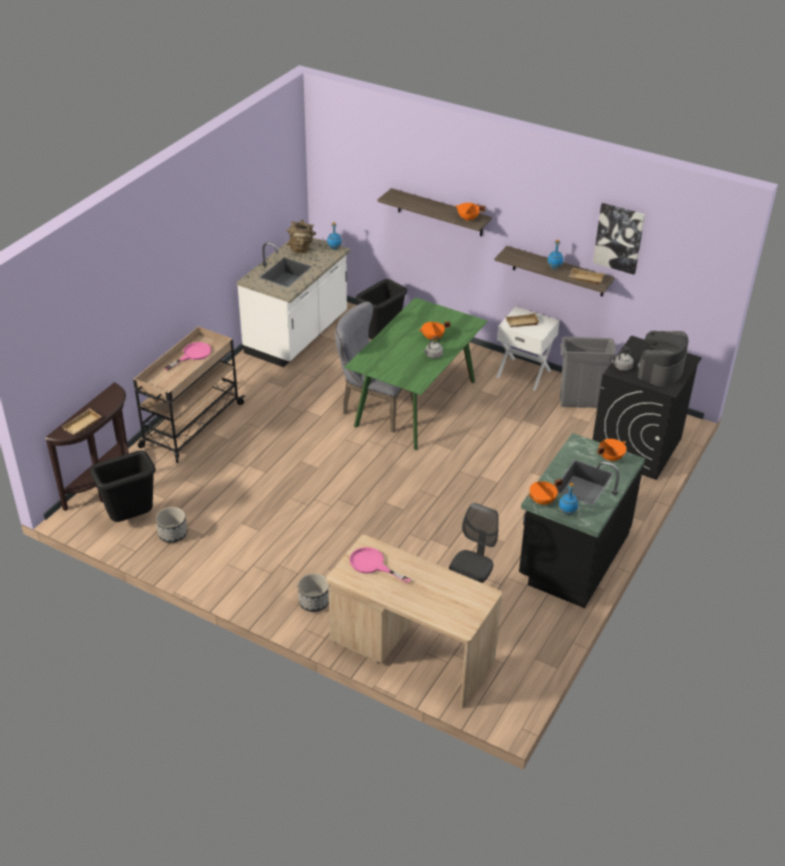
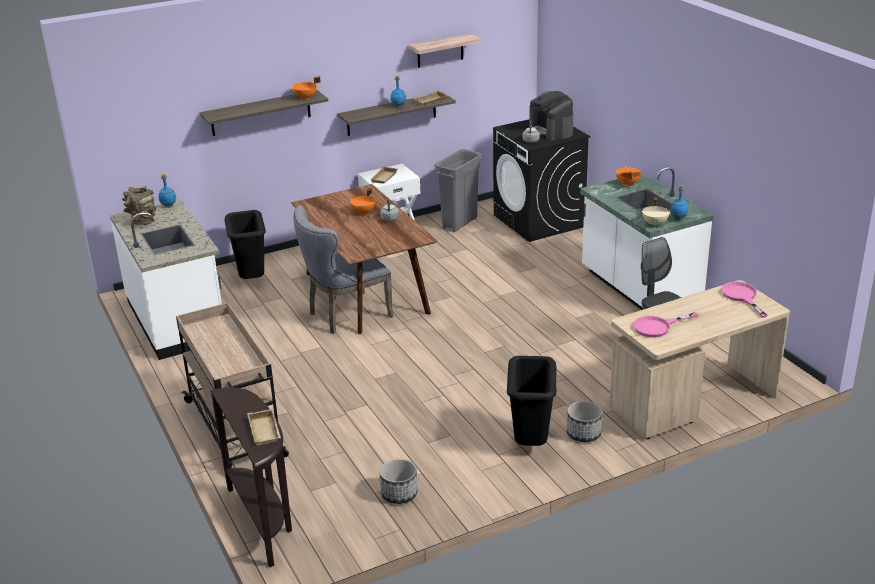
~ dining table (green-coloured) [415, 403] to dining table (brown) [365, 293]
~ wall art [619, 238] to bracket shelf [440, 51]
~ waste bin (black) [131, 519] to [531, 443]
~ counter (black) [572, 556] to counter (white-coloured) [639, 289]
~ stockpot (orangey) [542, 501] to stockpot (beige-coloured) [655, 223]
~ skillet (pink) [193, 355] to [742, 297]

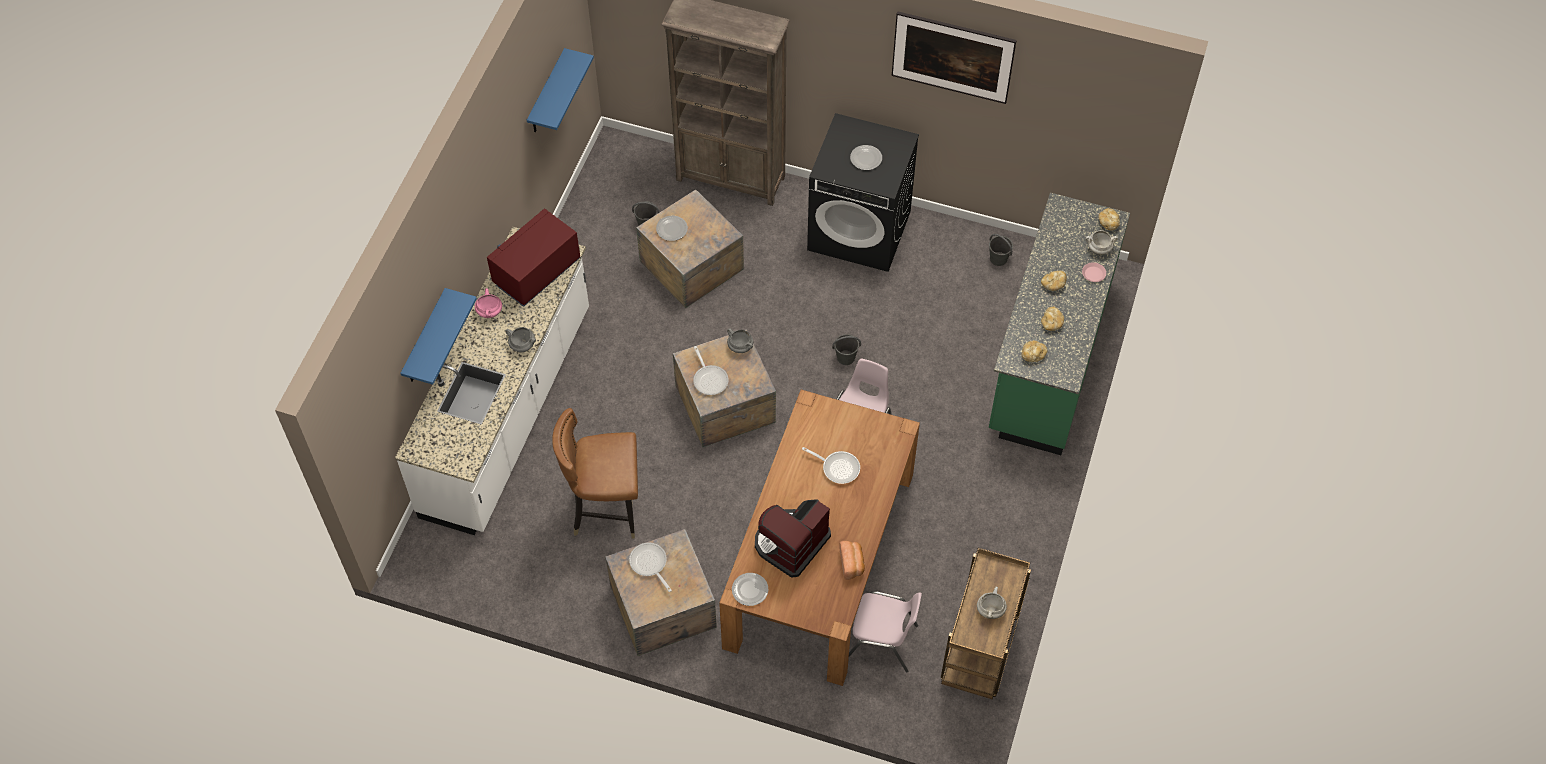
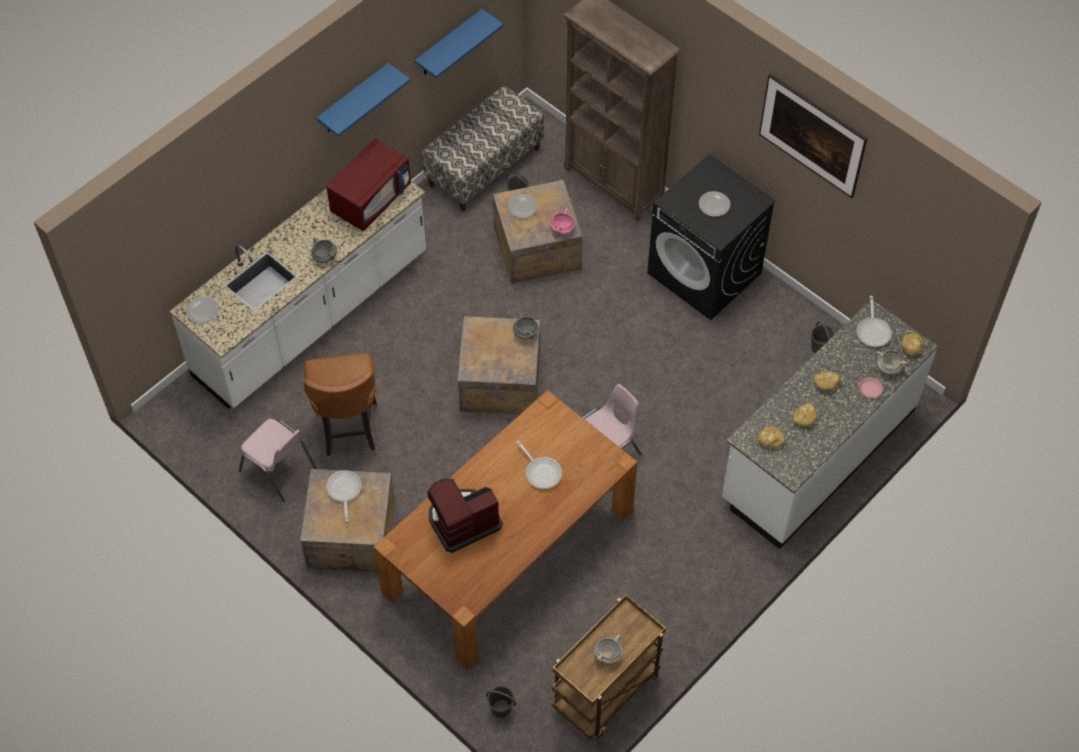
~ flat dish [750, 590] to [203, 311]
~ chair (pink) [882, 642] to [279, 470]
~ chair (brown) [606, 510] = [348, 432] 120 degrees counterclockwise
~ bracket shelf (bluish) [425, 339] to [353, 100]
~ microwave (red) [536, 272] = [371, 199] 150 degrees clockwise
+ long seat [484, 166]
~ bucket (gray) [845, 357] to [500, 708]
~ stockpot (pink) [490, 312] to [562, 230]
~ counter (green-coloured) [1048, 356] to counter (white-coloured) [817, 454]
~ skillet [709, 379] to [873, 331]
- bakery bread [852, 563]

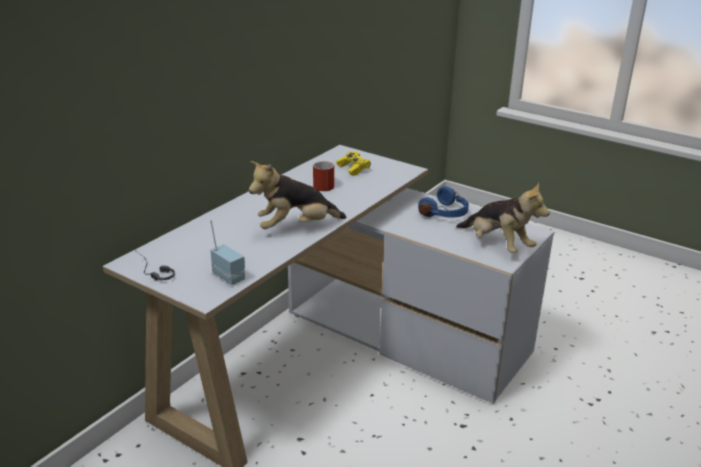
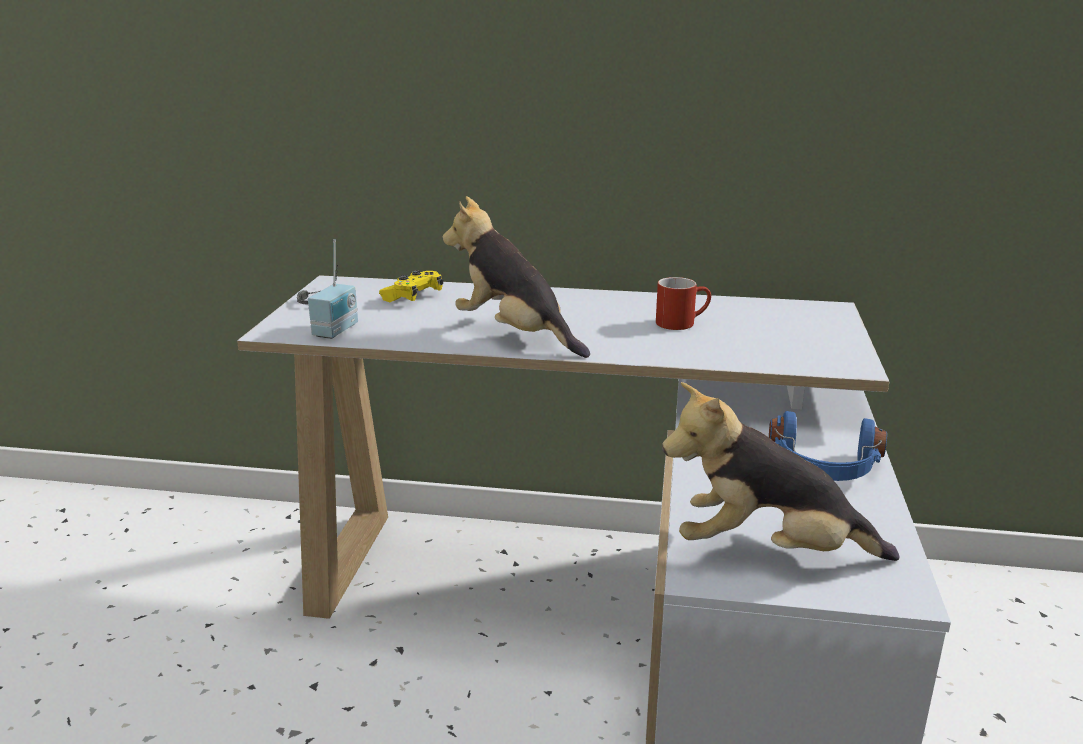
~ game controller (yellow) [353, 169] to [413, 297]
~ plush toy [497, 245] = [768, 551] 75 degrees clockwise

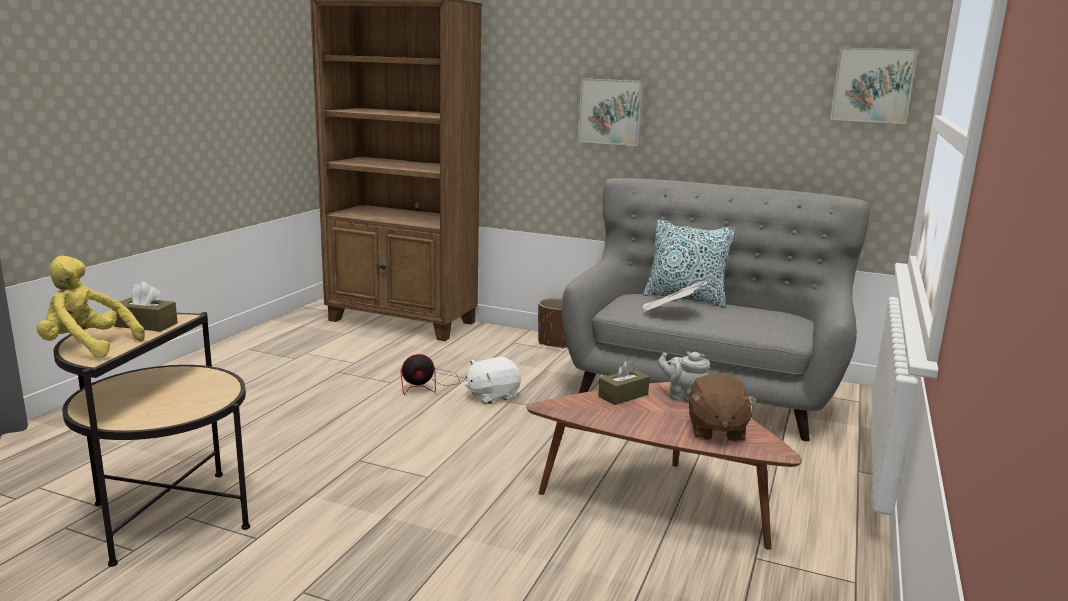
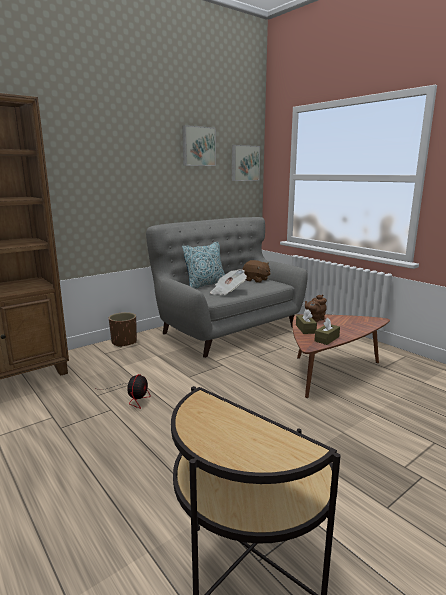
~ wall art [611, 111] to [198, 146]
~ plush toy (brown) [715, 430] to [256, 280]
~ teapot (gray) [683, 397] to teapot (brown) [315, 319]
~ box of tissues (brown) [146, 325] to [326, 339]
- plush toy (yellow) [87, 346]
- plush toy (white-coloured) [492, 396]

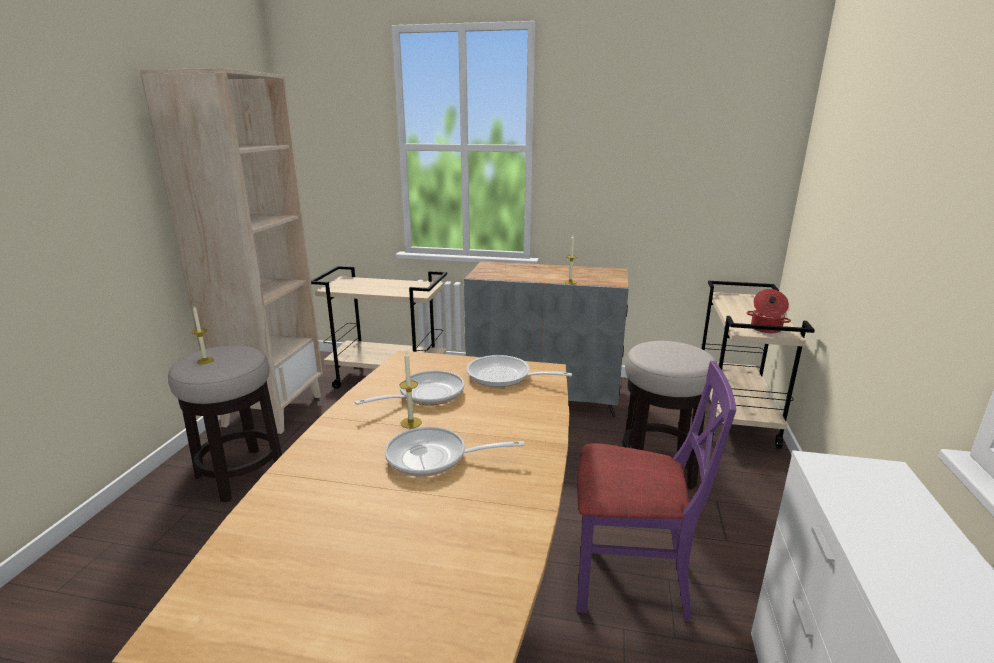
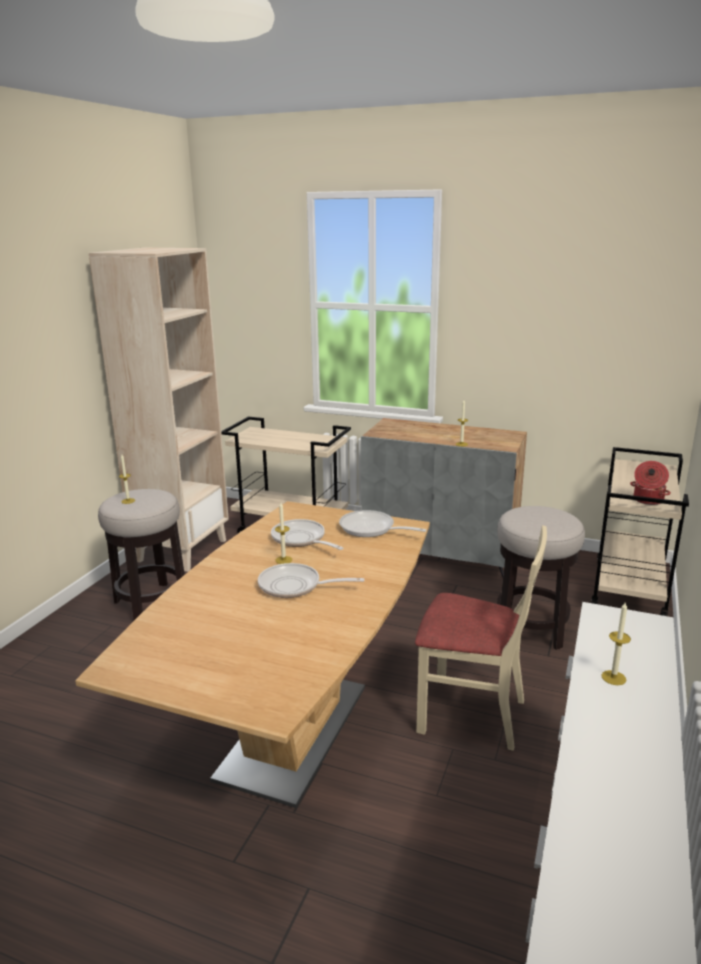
~ skillet [426, 395] = [301, 539] 105 degrees counterclockwise
~ chair (purple-coloured) [630, 578] to chair (beige-coloured) [471, 714]
+ wax candle [613, 677]

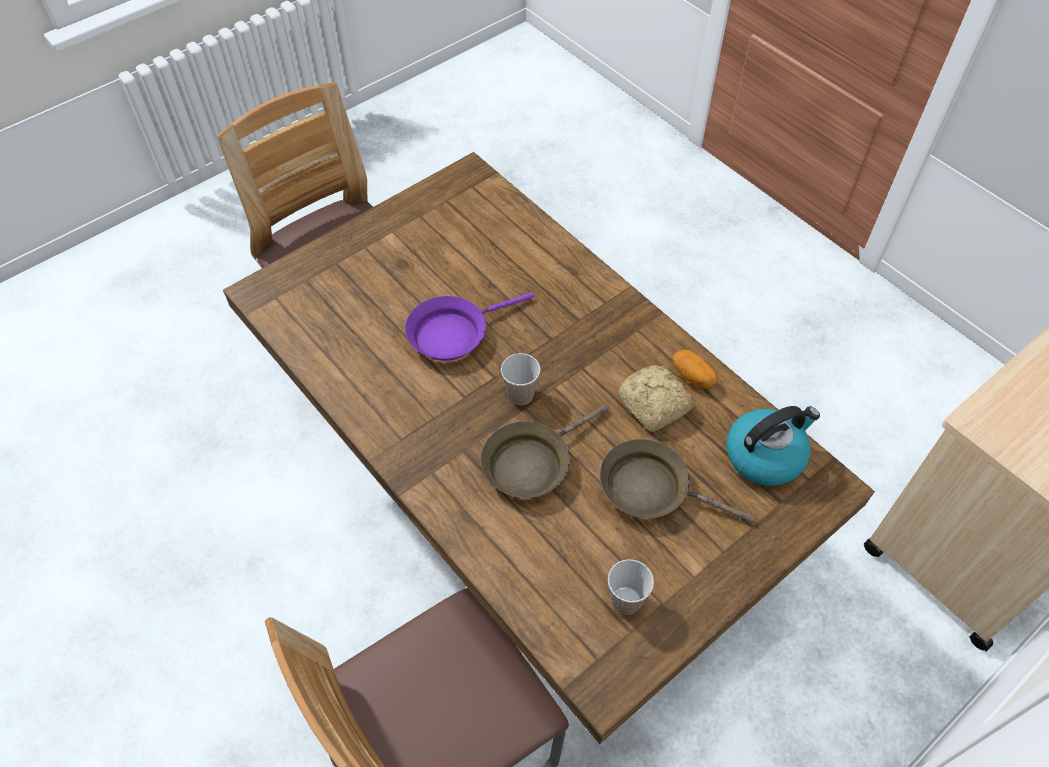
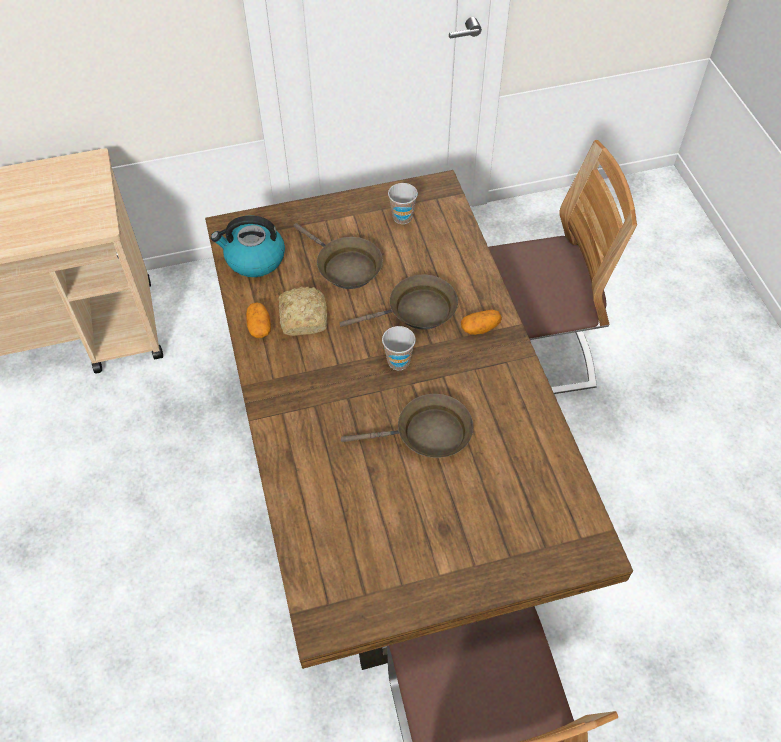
~ skillet (purple-coloured) [453, 333] to skillet (brown) [427, 434]
+ potato [480, 328]

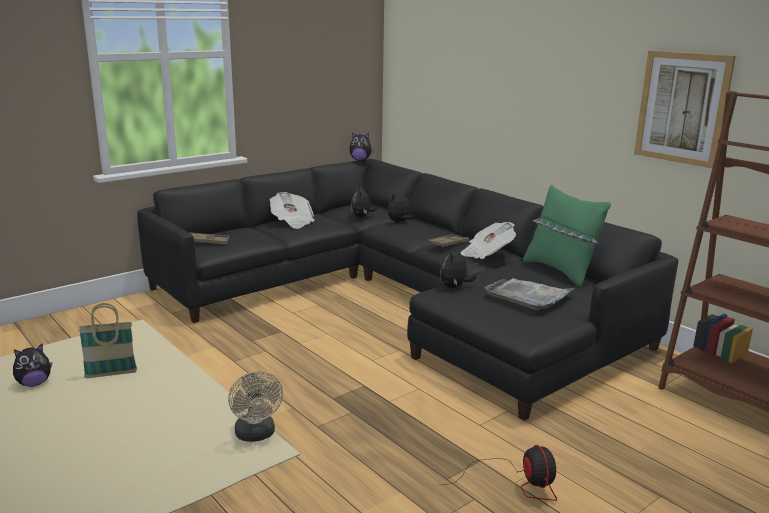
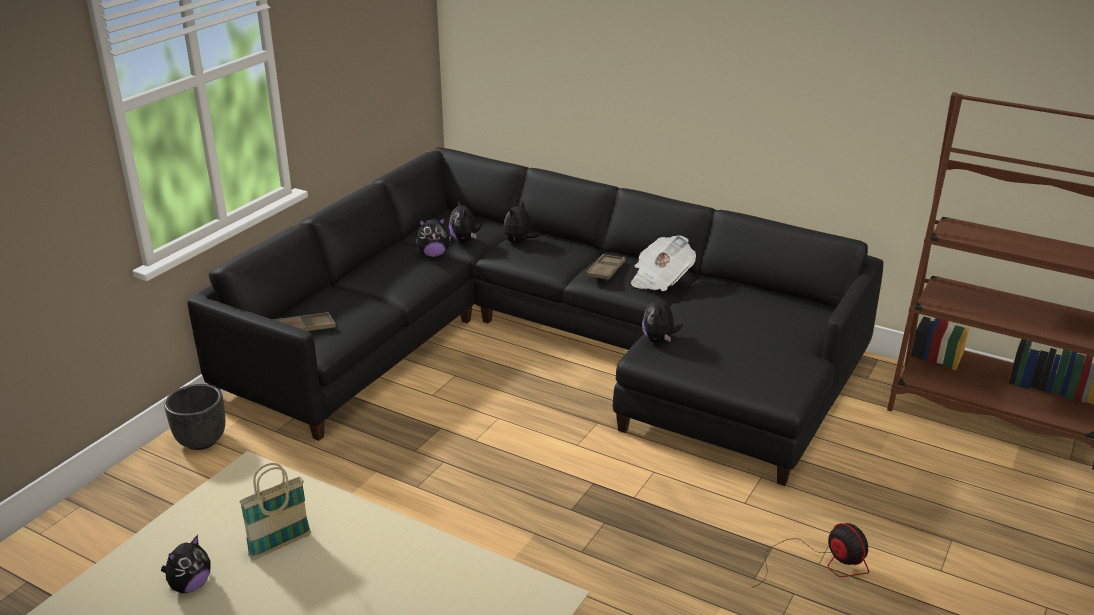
+ plant pot (black) [202, 440]
~ plush toy [360, 160] to [433, 254]
- fan (beige-coloured) [256, 435]
- newspaper [292, 222]
- carrying tray (gray) [528, 295]
- pillow (green-coloured) [560, 271]
- wall art [682, 108]

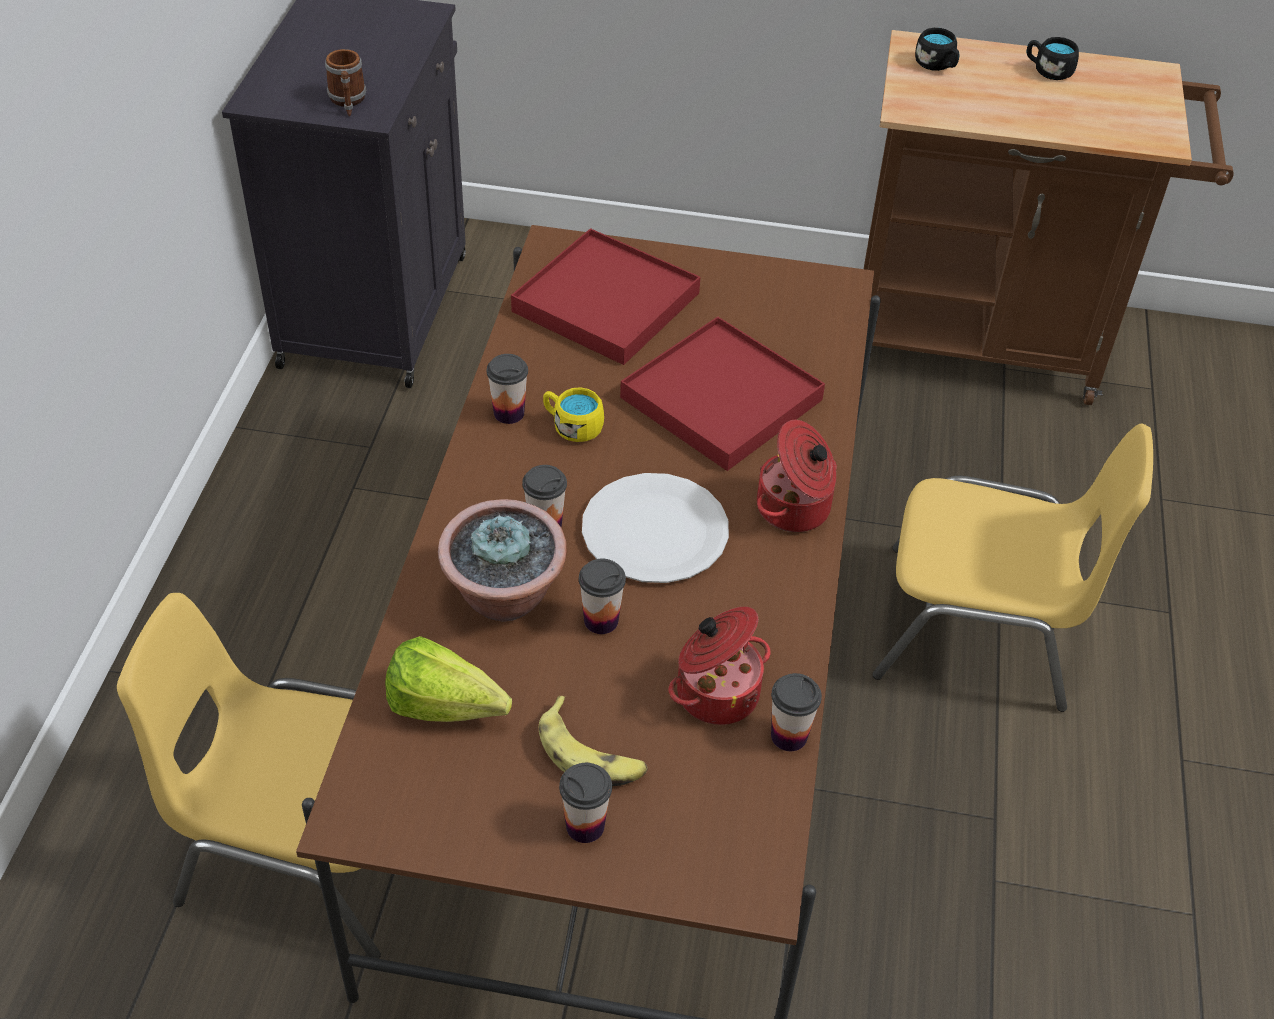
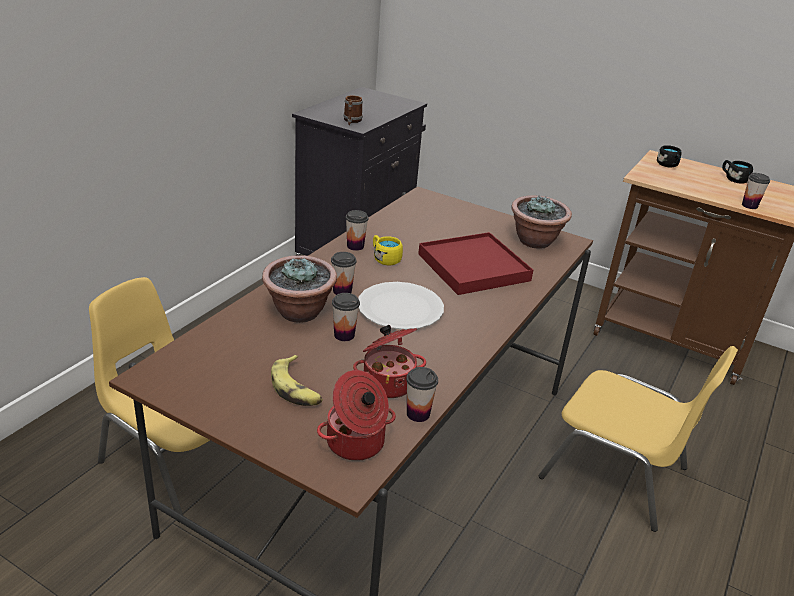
~ stockpot [795, 509] to [356, 443]
+ houseplant [535, 241]
~ small cup [585, 826] to [749, 206]
- lettuce [452, 712]
- carrying tray (red) [605, 302]

